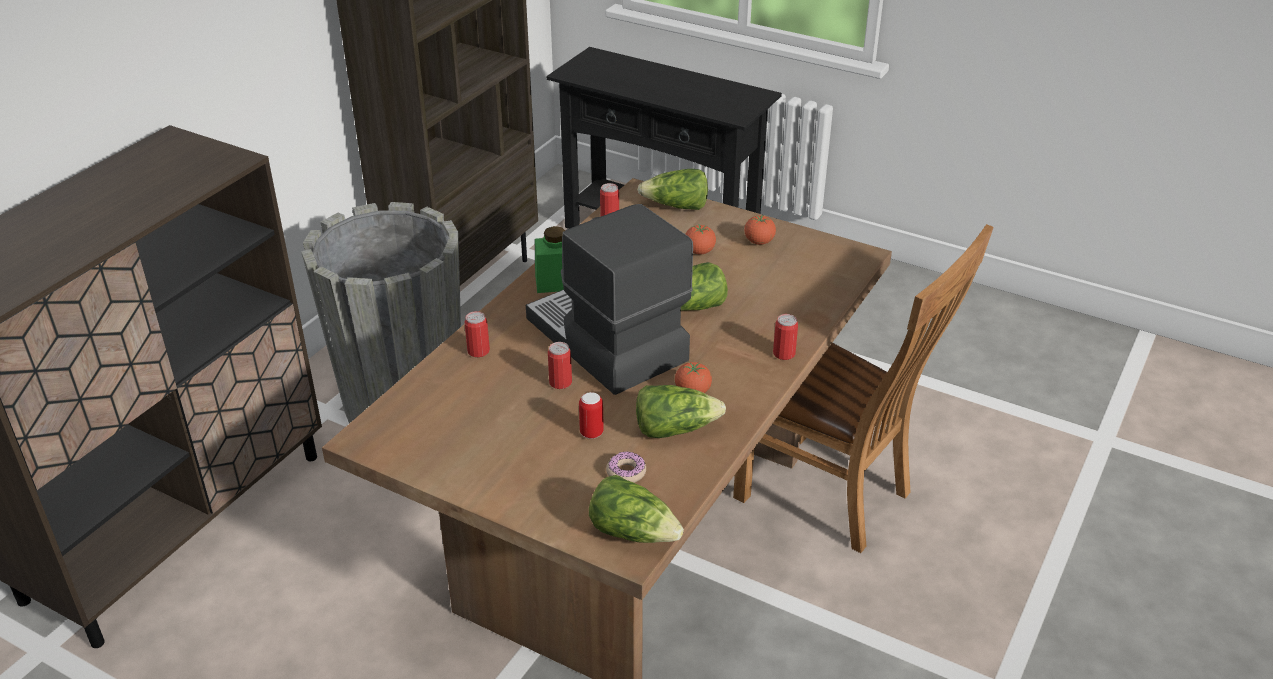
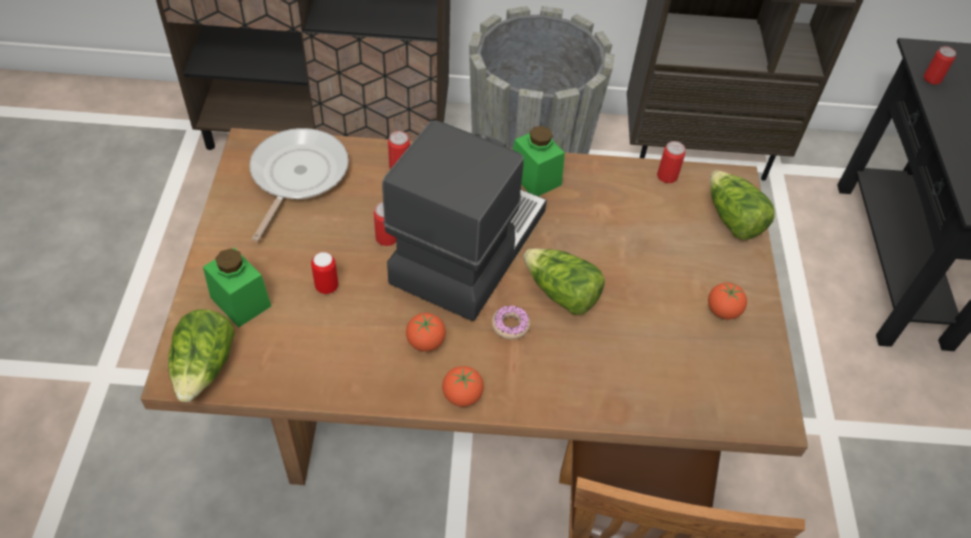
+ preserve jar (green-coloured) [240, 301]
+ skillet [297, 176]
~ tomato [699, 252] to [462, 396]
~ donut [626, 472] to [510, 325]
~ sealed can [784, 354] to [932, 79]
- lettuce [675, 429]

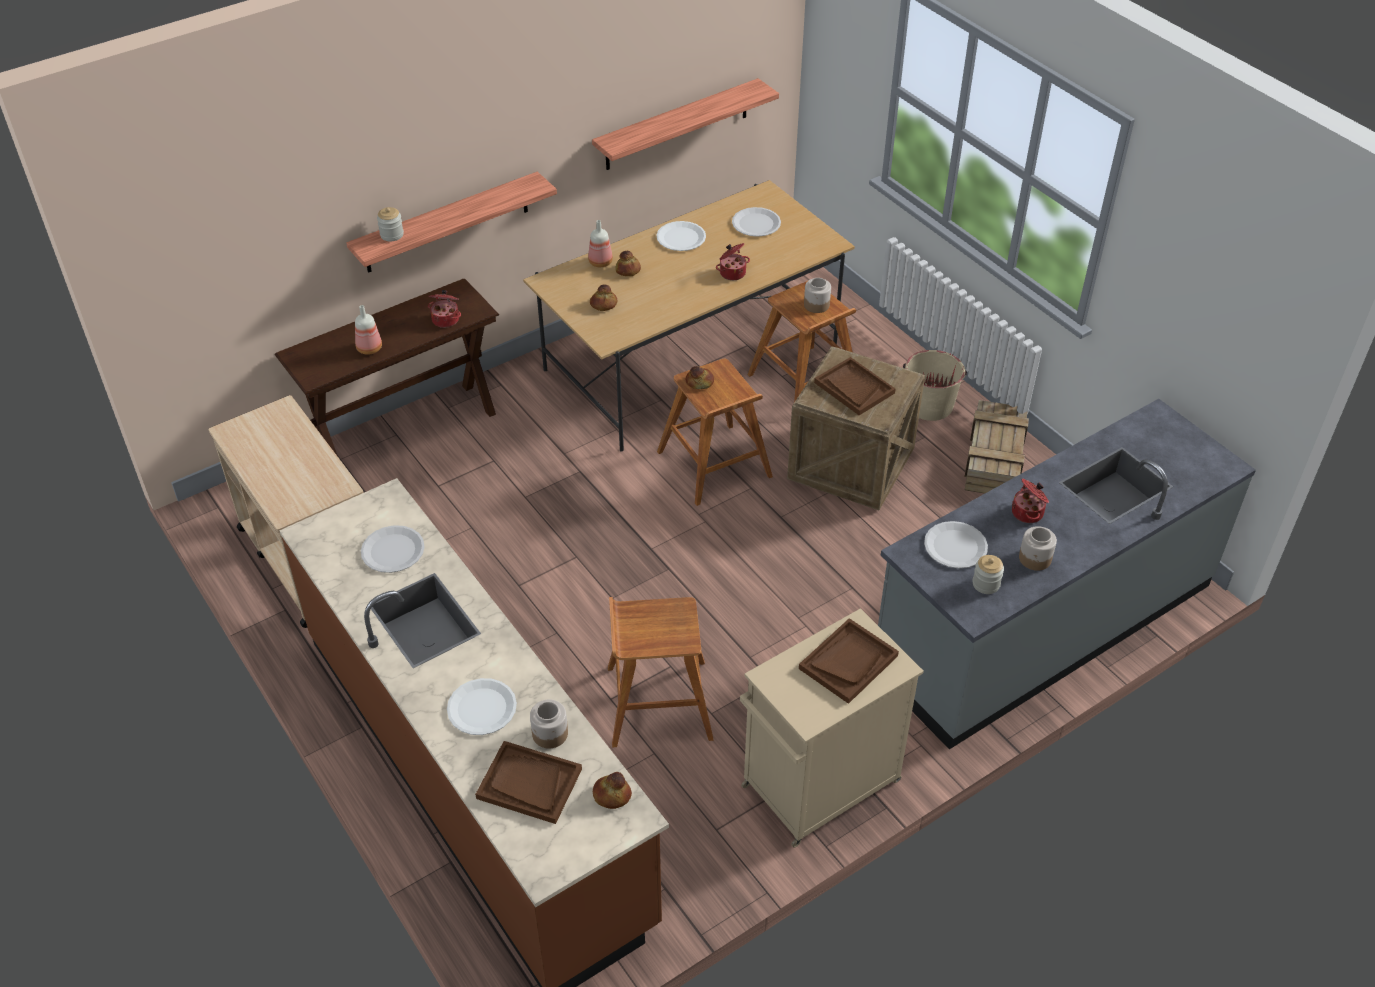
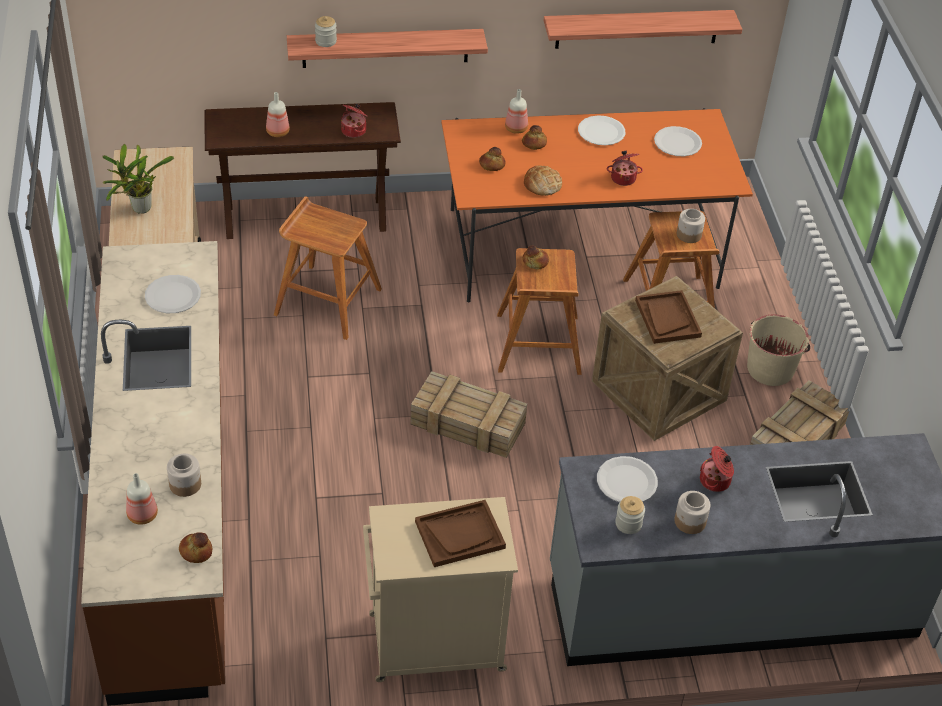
+ houseplant [139, 210]
~ carrying tray (brown) [529, 784] to drink bottle [142, 514]
~ stool (brown) [657, 702] to [327, 301]
+ crate [469, 424]
~ dining table (beige-coloured) [690, 360] to dining table (orangey) [582, 248]
+ bakery bread [542, 184]
- flat dish (white-coloured) [482, 708]

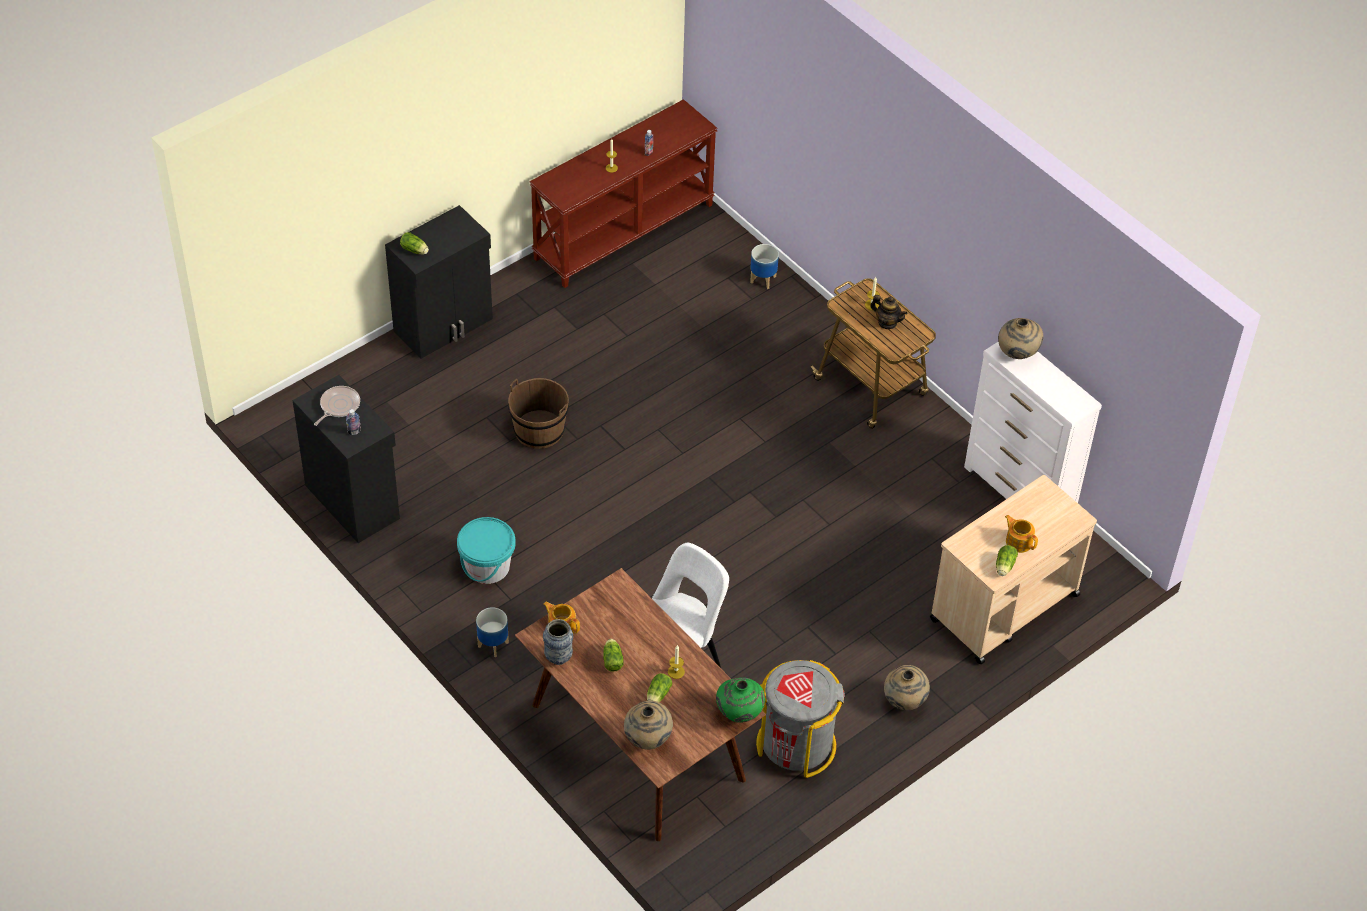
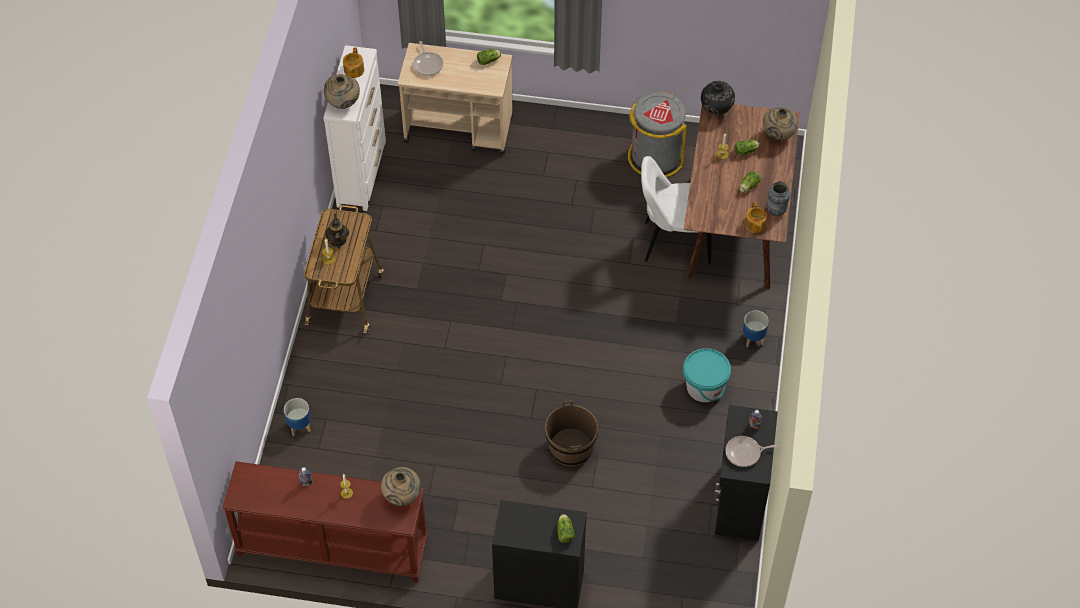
~ teapot [1018, 541] to [353, 70]
~ flower vase (beige-coloured) [904, 702] to [402, 497]
+ skillet [428, 64]
~ flower vase (green-coloured) [739, 714] to flower vase (black) [716, 110]

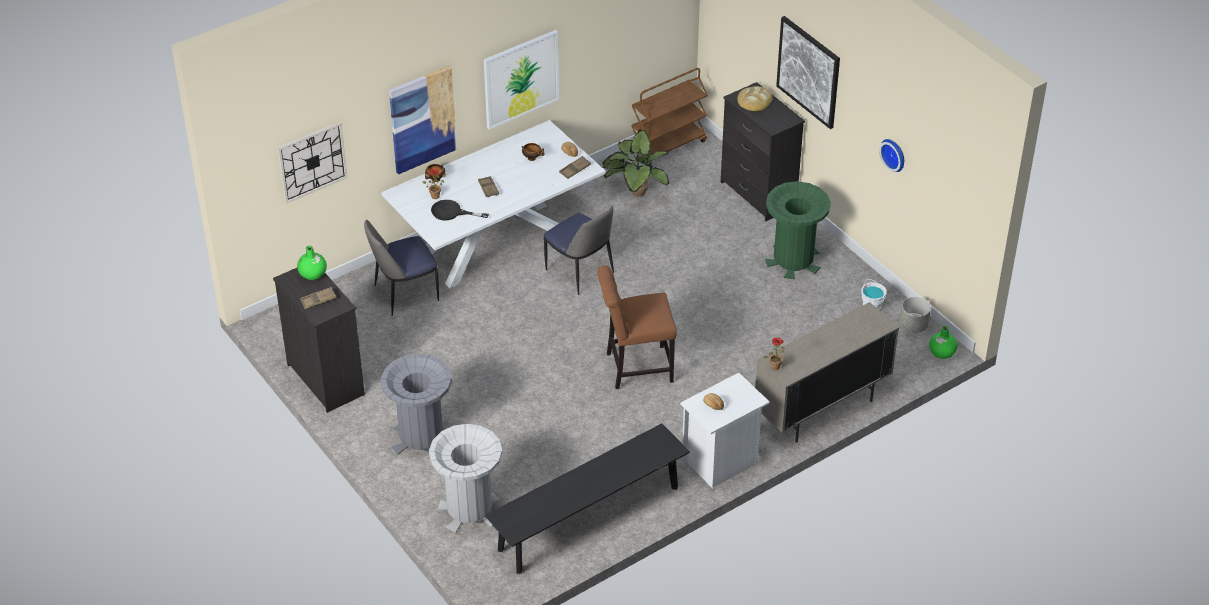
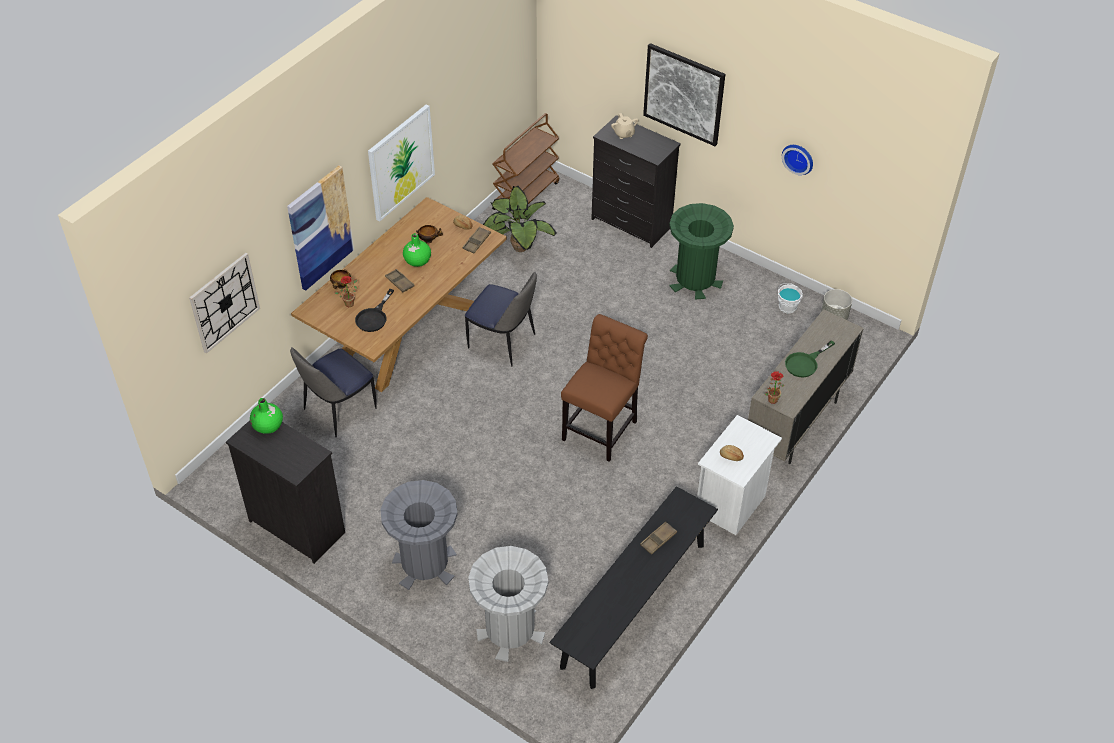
~ dining table (white-coloured) [496, 243] to dining table (brown) [407, 333]
~ skillet (black) [451, 212] = [374, 317] 60 degrees counterclockwise
~ flower vase (green-coloured) [941, 353] to [417, 261]
~ chair (brown) [635, 368] = [602, 428] 150 degrees clockwise
~ bakery bread [754, 100] to teapot (beige-coloured) [624, 134]
~ carrying tray (brown) [318, 300] to [658, 540]
+ skillet (green-coloured) [805, 363]

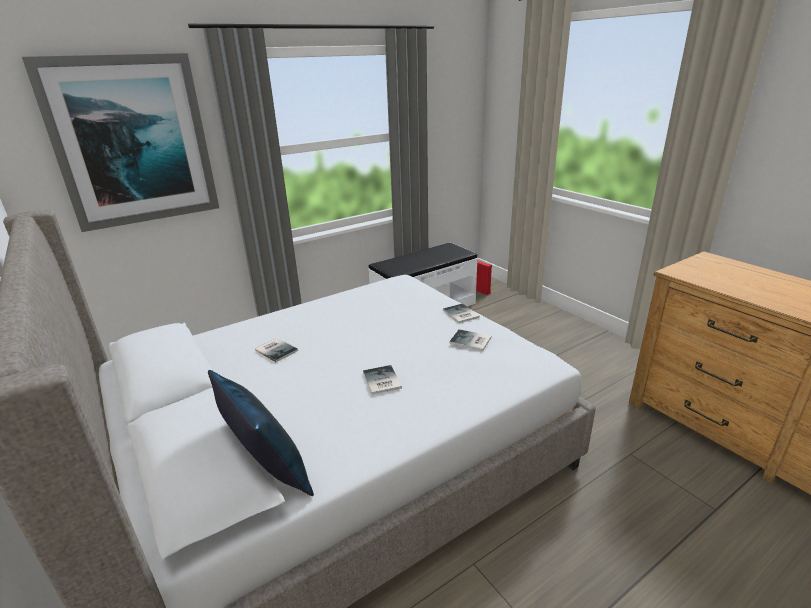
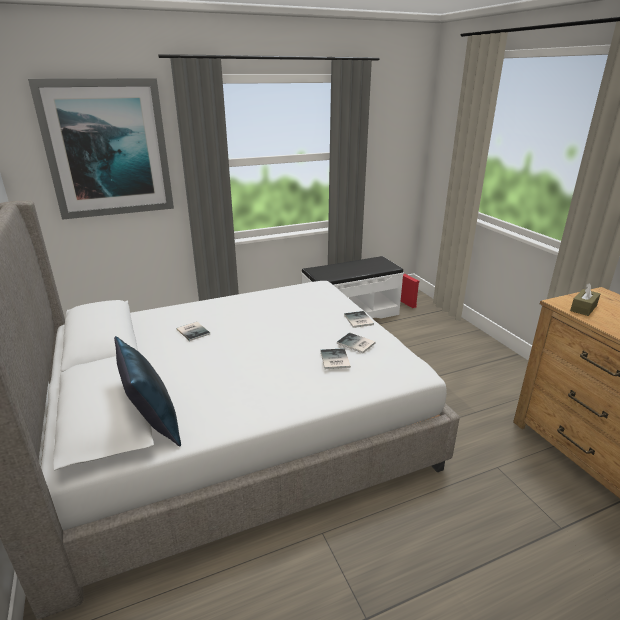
~ book [381, 381] to [334, 360]
+ box of tissues (brown) [583, 308]

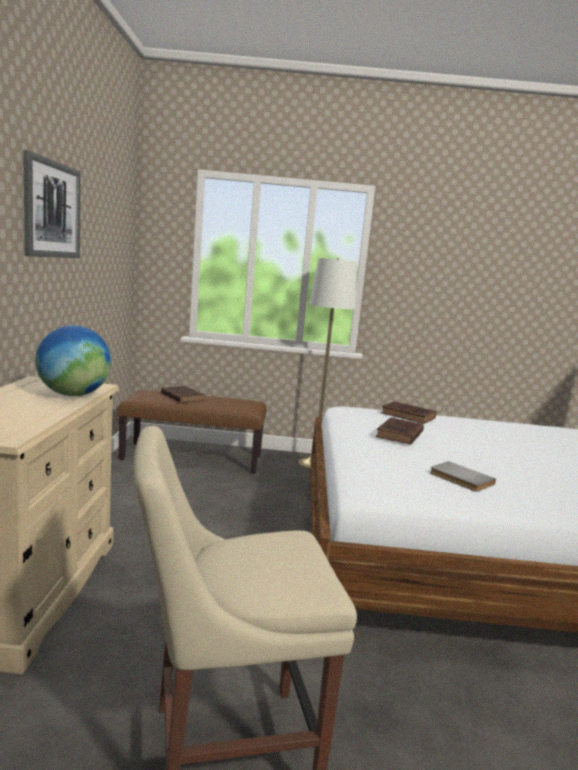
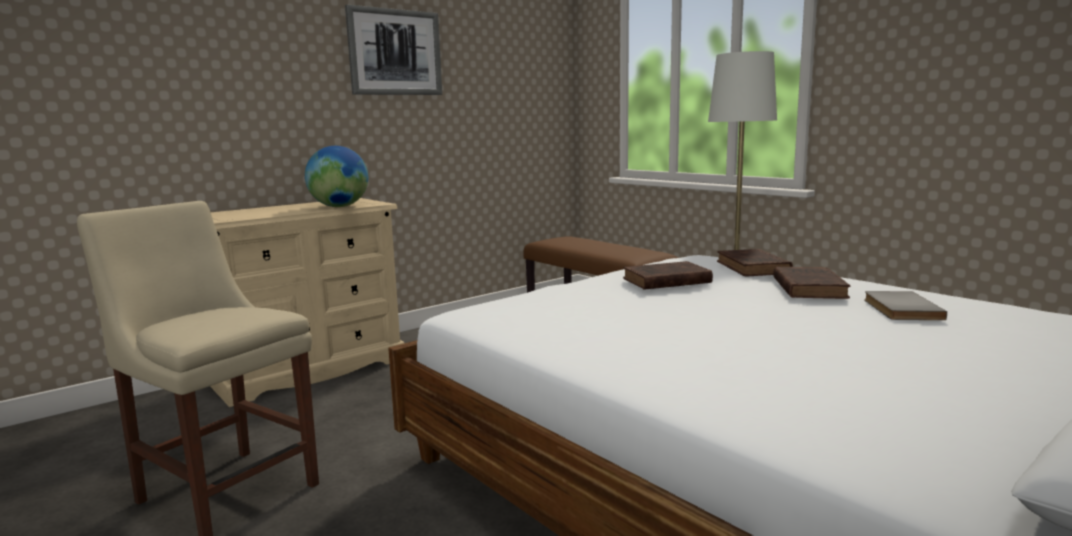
~ book (brown) [181, 397] to [808, 287]
~ book (gray) [460, 479] to [899, 309]

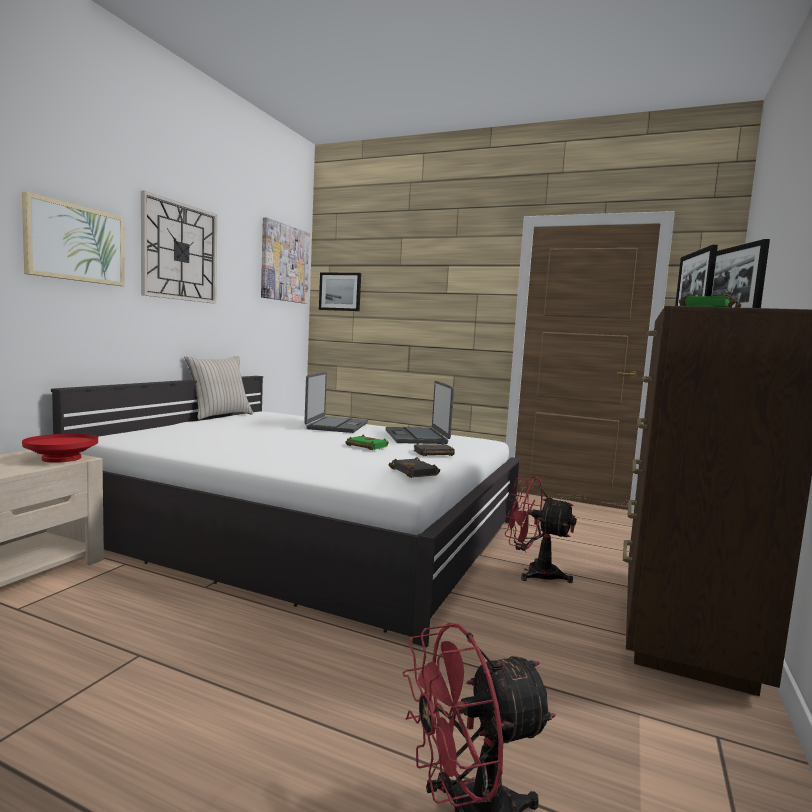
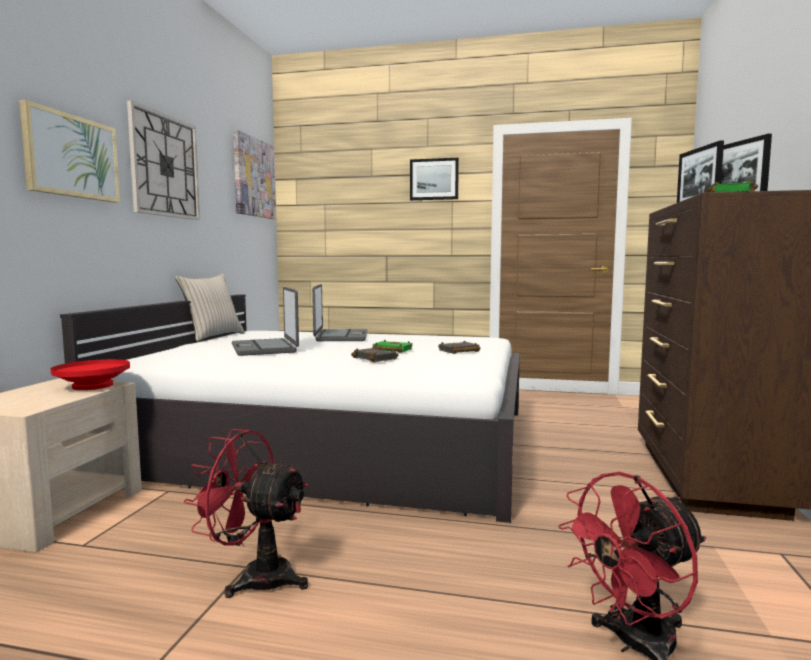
~ fan (red) [533, 572] to [255, 576]
~ laptop [417, 437] to [265, 348]
~ book (black) [416, 472] to [376, 358]
~ wall art [340, 291] to [434, 179]

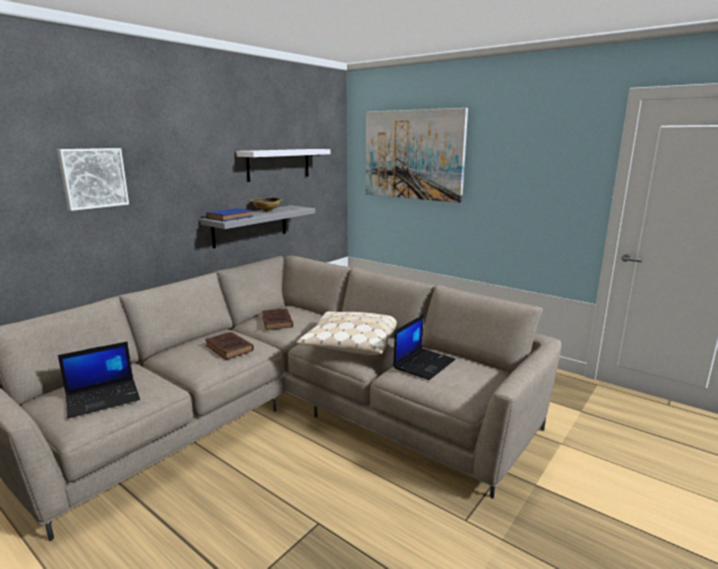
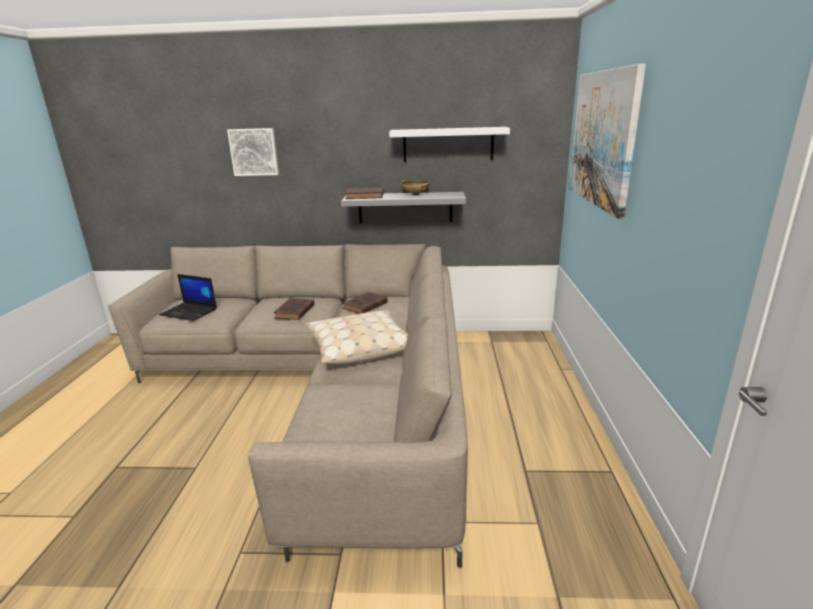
~ book (bluish) [231, 217] to book (brown) [366, 196]
- laptop [424, 363]

